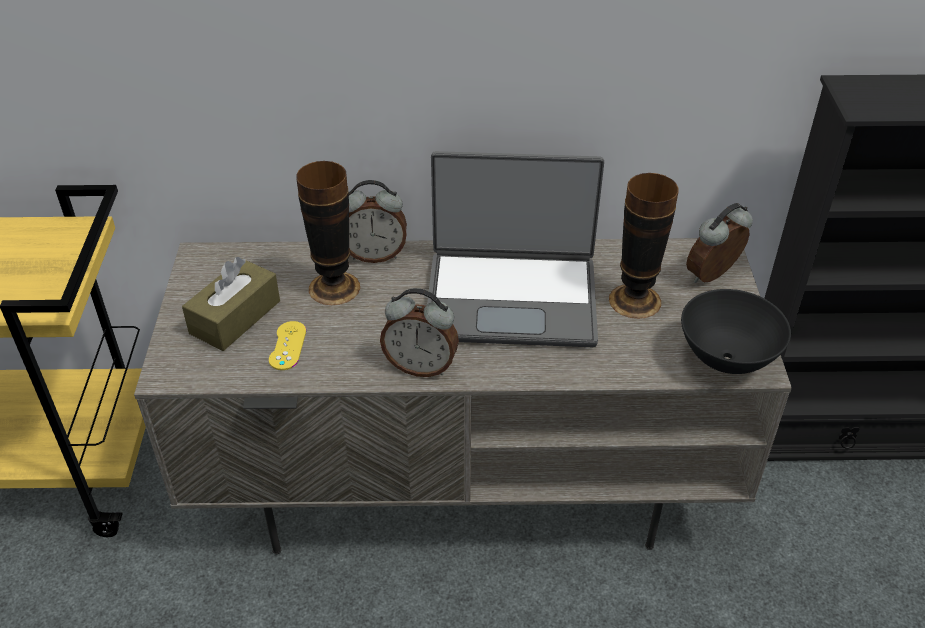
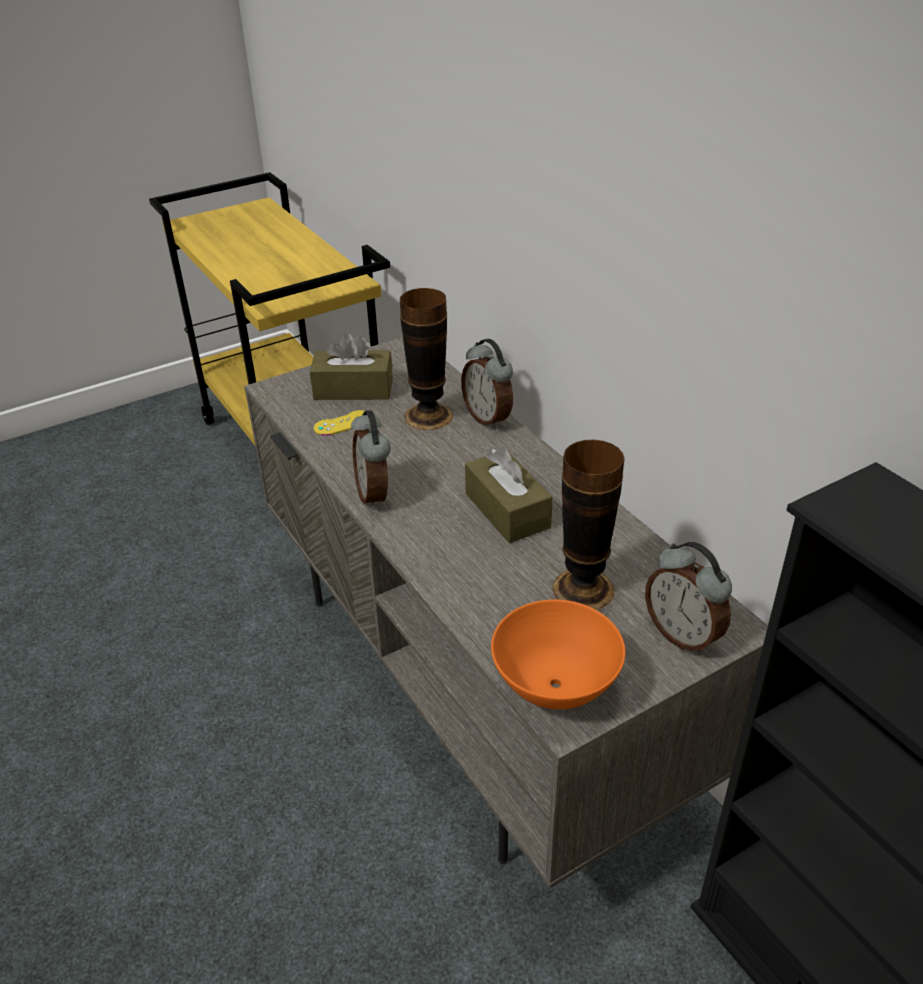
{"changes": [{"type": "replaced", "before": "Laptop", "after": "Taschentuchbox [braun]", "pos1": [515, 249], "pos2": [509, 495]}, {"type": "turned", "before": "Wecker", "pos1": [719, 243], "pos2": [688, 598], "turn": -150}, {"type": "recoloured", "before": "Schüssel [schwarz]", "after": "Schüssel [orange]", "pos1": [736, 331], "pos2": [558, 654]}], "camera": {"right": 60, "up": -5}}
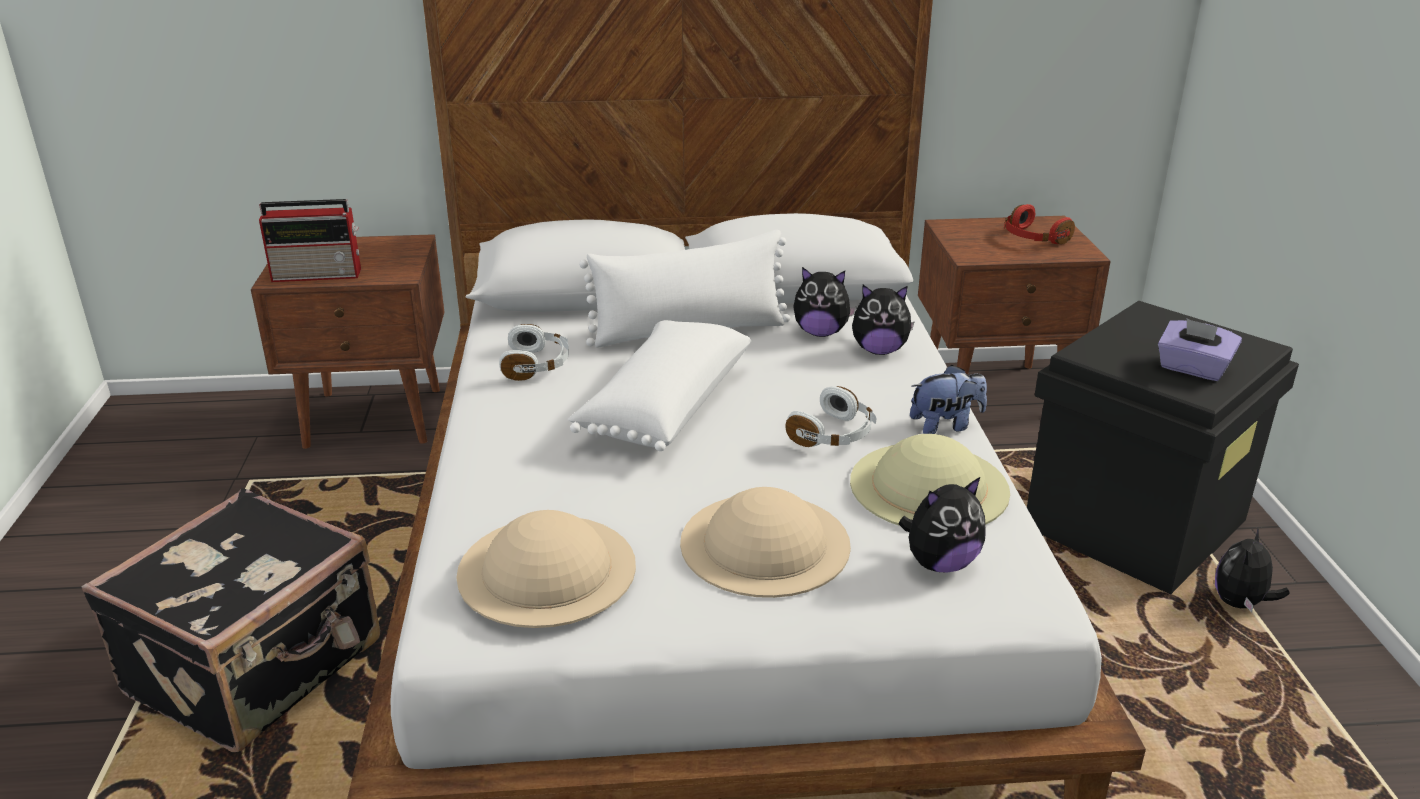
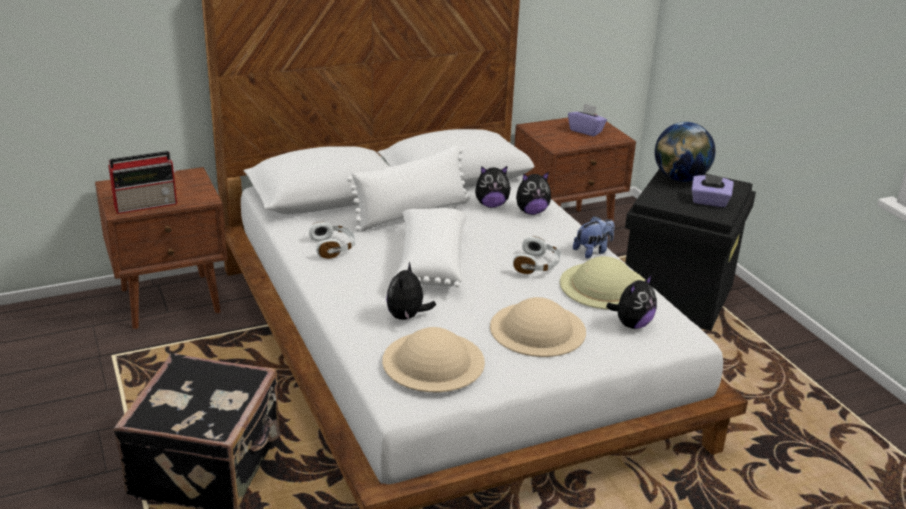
{"changes": [{"type": "replaced", "before": "Kopfhörer [rot]", "after": "Taschentuchbox [lila]", "pos1": [1039, 224], "pos2": [587, 120]}, {"type": "moved", "before": "Plüschtier", "pos1": [1252, 570], "pos2": [411, 291]}, {"type": "added", "after": "Globus", "pos2": [685, 152]}], "camera": {"right": -20, "up": 0}}
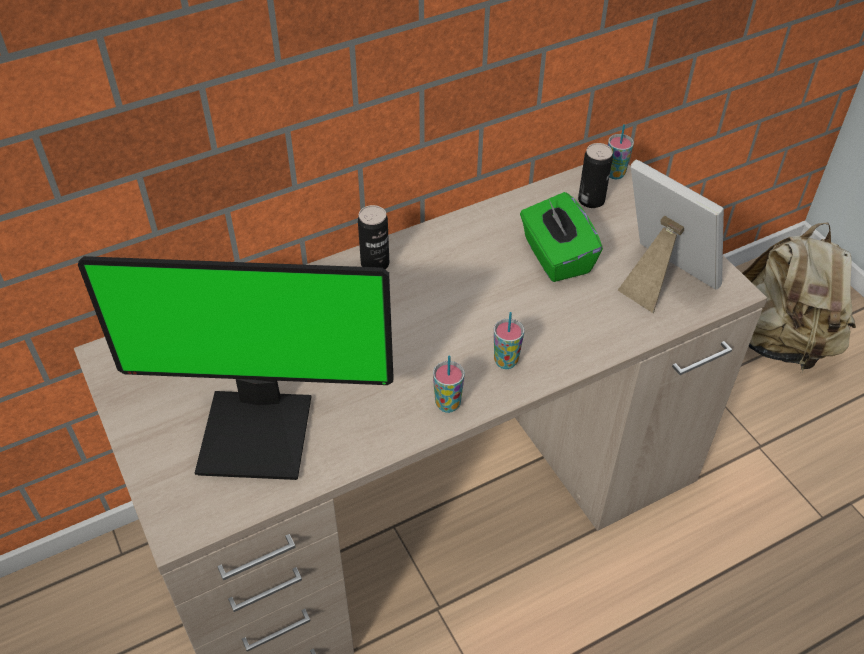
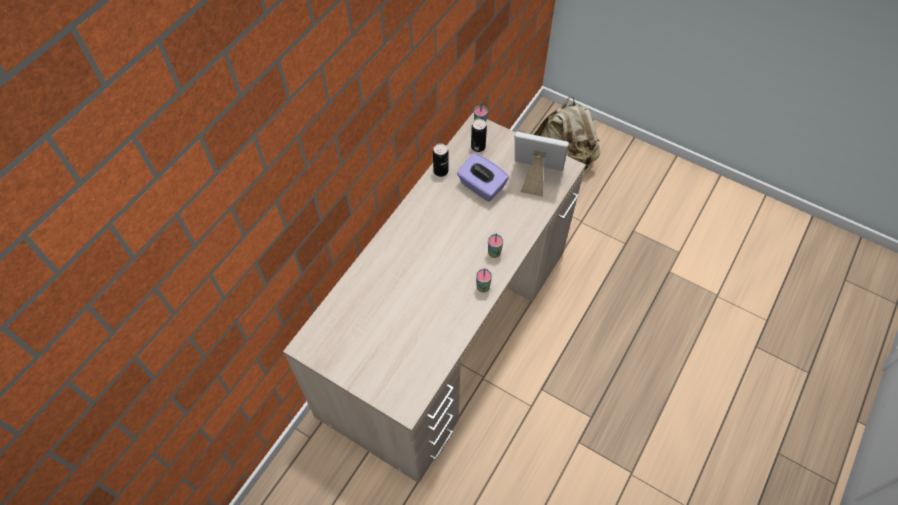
{"changes": [{"type": "recoloured", "before": "Taschentuchbox [grün]", "after": "Taschentuchbox [lila]", "pos1": [561, 237], "pos2": [483, 177]}, {"type": "moved", "before": "Dose", "pos1": [373, 237], "pos2": [440, 160]}, {"type": "removed", "before": "Monitor", "pos1": [236, 368]}], "camera": {"right": -30, "up": 10}}
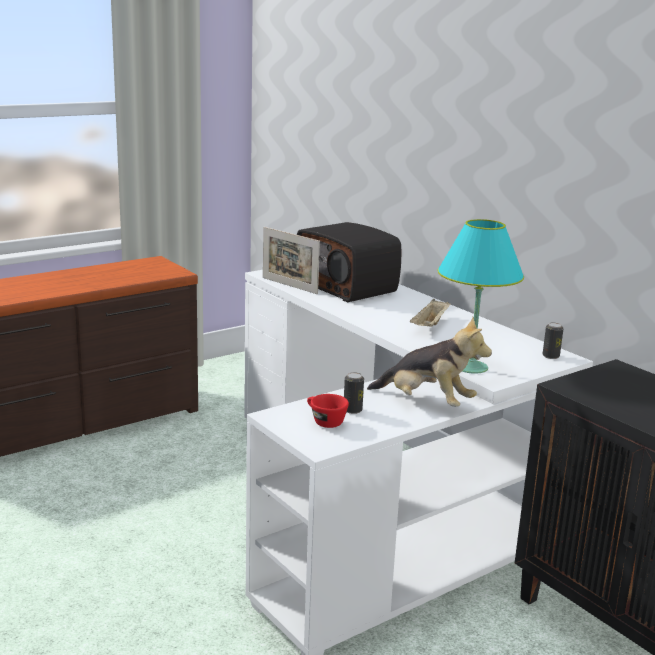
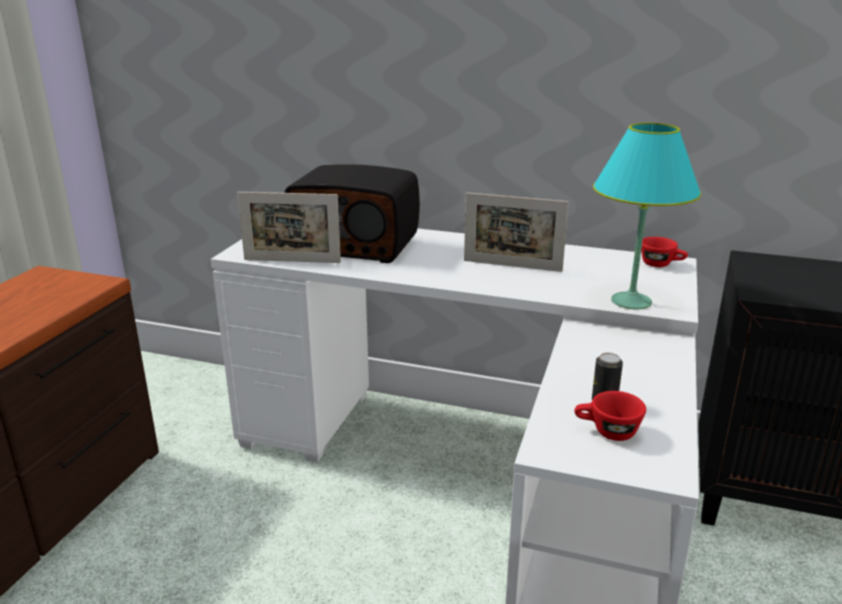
{"changes": [{"type": "replaced", "before": "Tablett [beige]", "after": "Bilderrahmen", "pos1": [430, 312], "pos2": [516, 232]}, {"type": "removed", "before": "Plüschtier", "pos1": [429, 362]}, {"type": "replaced", "before": "Dose", "after": "Tasse [rot]", "pos1": [553, 340], "pos2": [664, 252]}], "camera": {"right": -35, "up": 5}}
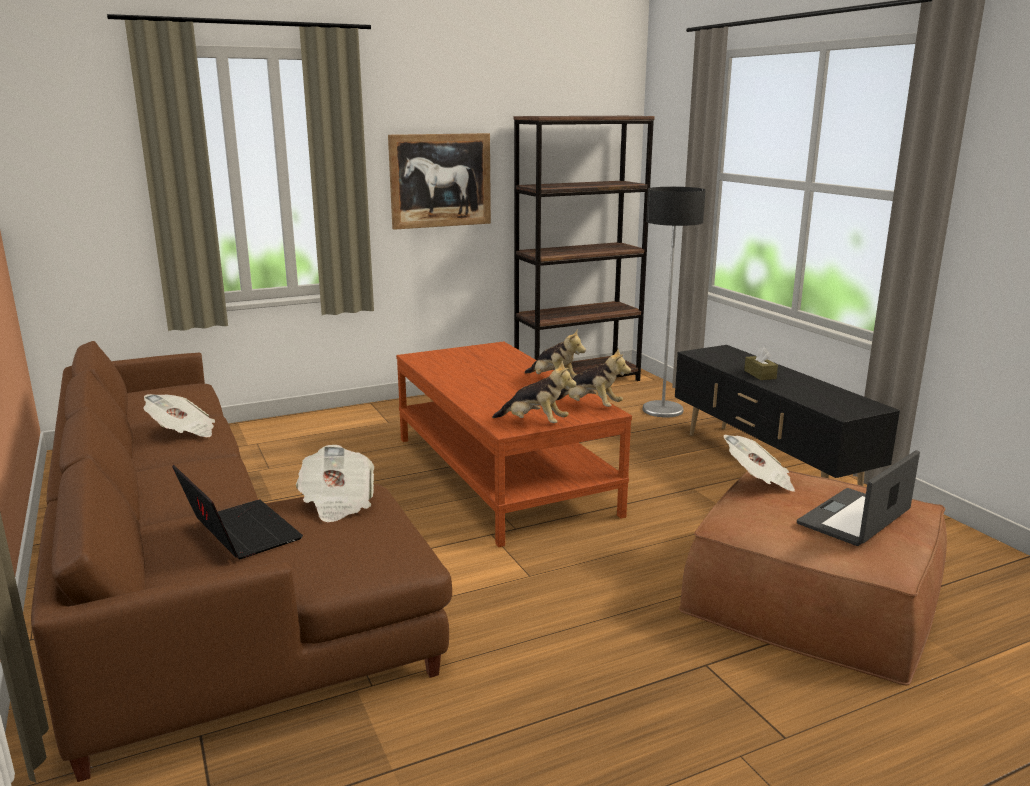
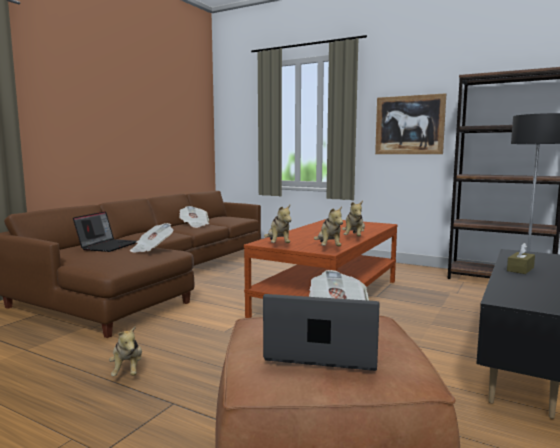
{"changes": [{"type": "added", "after": "Plüschtier", "pos2": [125, 350]}], "camera": {"right": 55, "up": -10}}
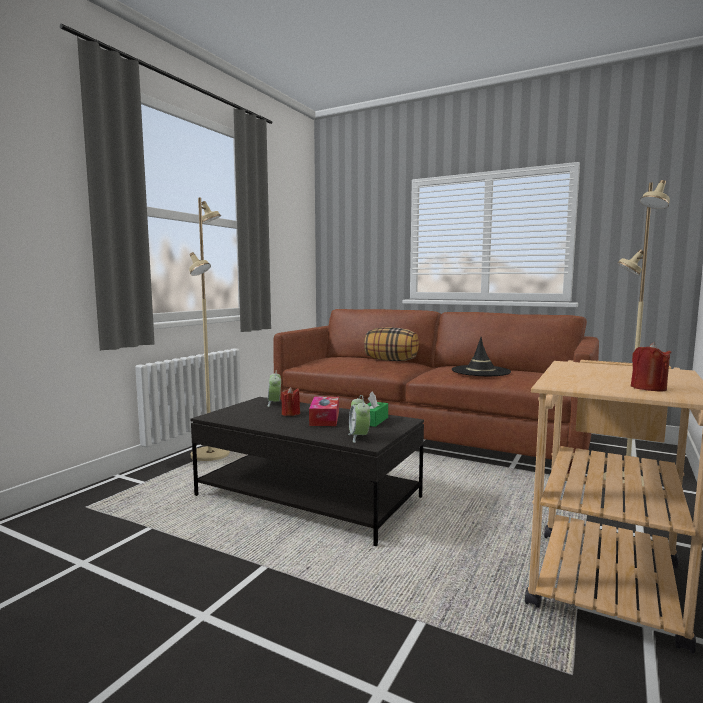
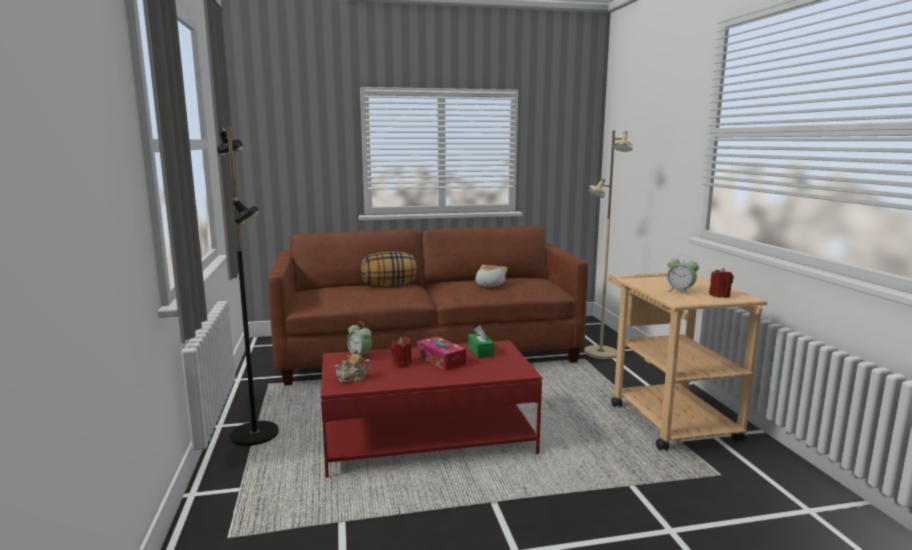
{"changes": [{"type": "recoloured", "before": "Stehlampe [beige]", "after": "Stehlampe [schwarz]", "pos1": [209, 329], "pos2": [248, 286]}, {"type": "replaced", "before": "Hut [schwarz]", "after": "Plüschtier", "pos1": [481, 356], "pos2": [491, 276]}, {"type": "moved", "before": "Wecker", "pos1": [359, 419], "pos2": [683, 275]}, {"type": "recoloured", "before": "Couchtisch [schwarz]", "after": "Couchtisch [rot]", "pos1": [307, 471], "pos2": [431, 409]}, {"type": "added", "after": "Teekanne", "pos2": [352, 366]}], "camera": {"right": -40, "up": 5}}
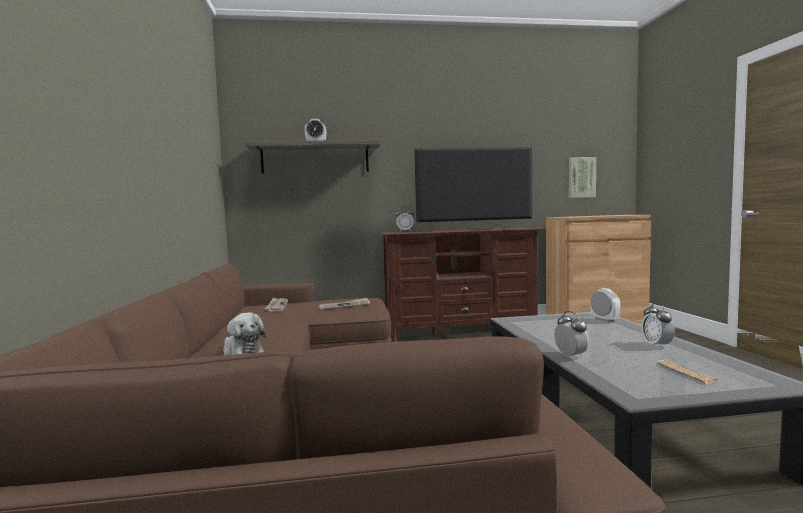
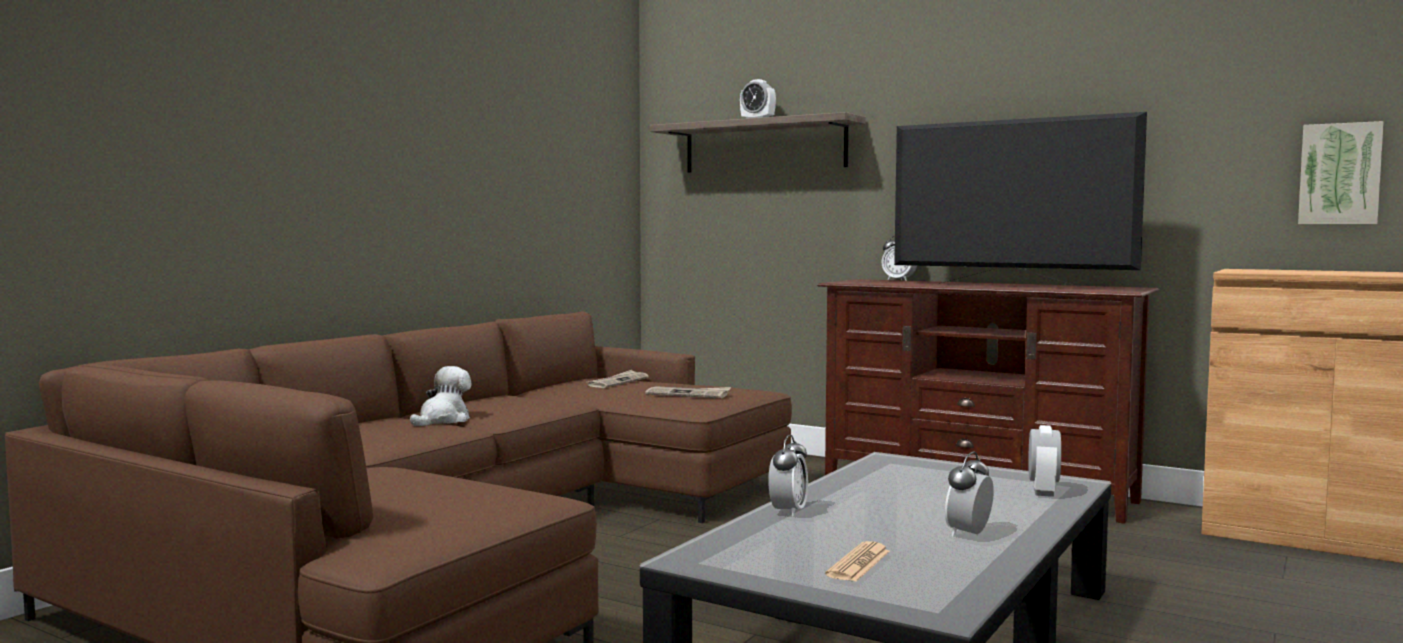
{"changes": [{"type": "turned", "before": "Plüschtier", "pos1": [244, 334], "pos2": [441, 396], "turn": -150}], "camera": {"right": 40, "up": 0}}
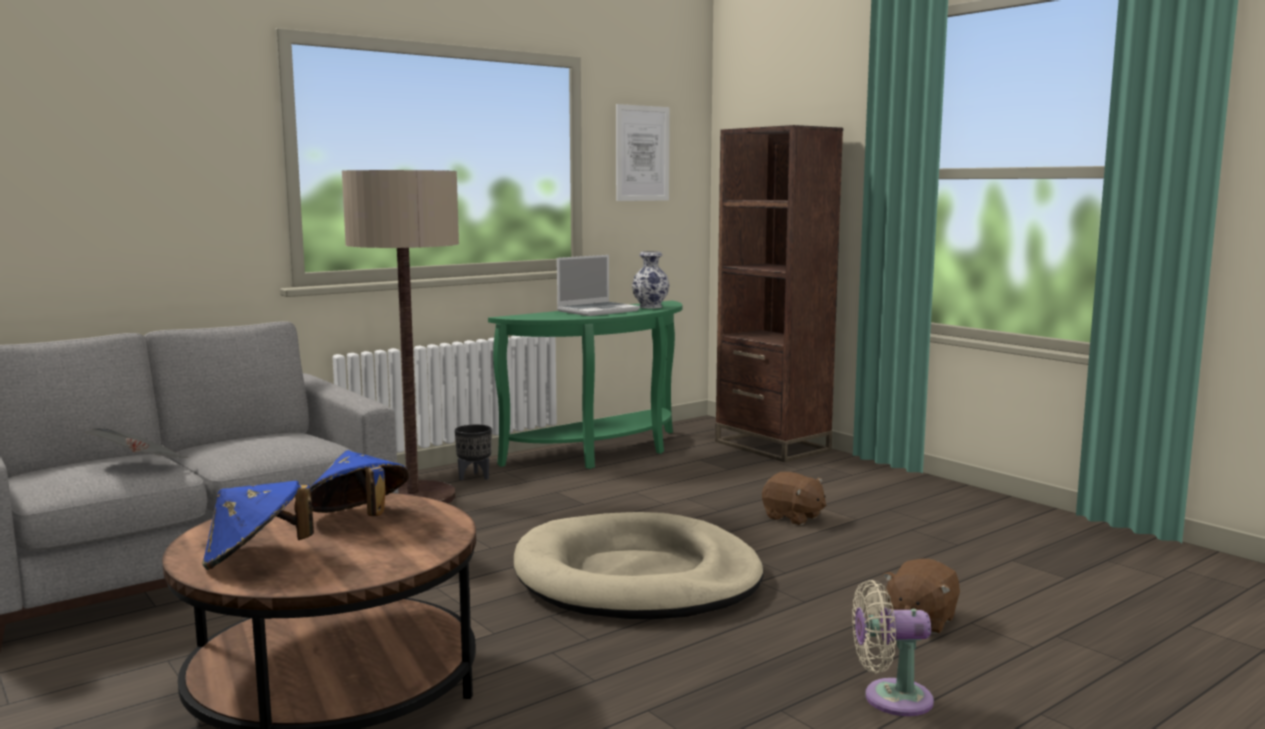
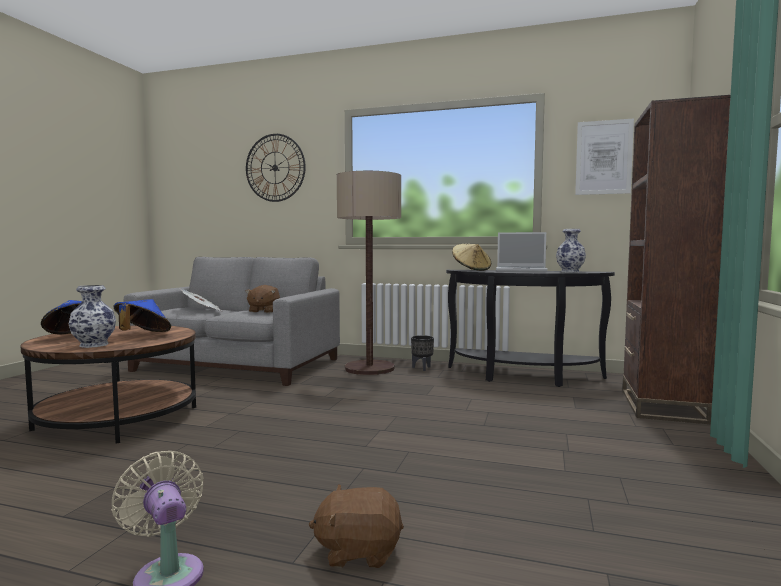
{"changes": [{"type": "recoloured", "before": "Konsolentisch [grün]", "after": "Konsolentisch [schwarz]", "pos1": [585, 385], "pos2": [530, 328]}, {"type": "moved", "before": "Plüschtier [braun]", "pos1": [794, 498], "pos2": [262, 299]}, {"type": "removed", "before": "Hundebett [beige]", "pos1": [639, 565]}, {"type": "added", "after": "Wanduhr", "pos2": [276, 168]}, {"type": "added", "after": "Hut [beige]", "pos2": [471, 257]}, {"type": "added", "after": "Vase", "pos2": [92, 316]}], "camera": {"right": 55, "up": -5}}
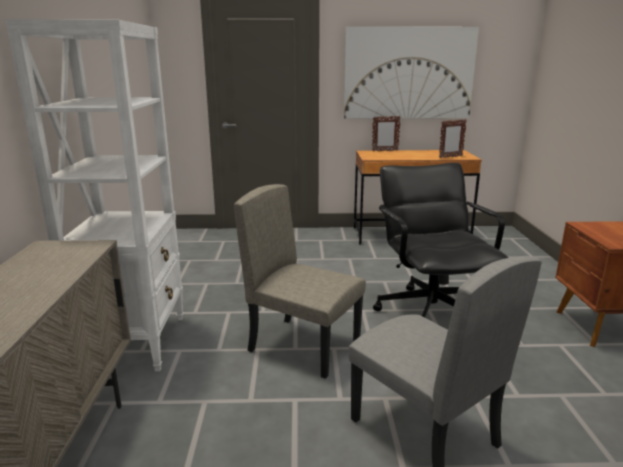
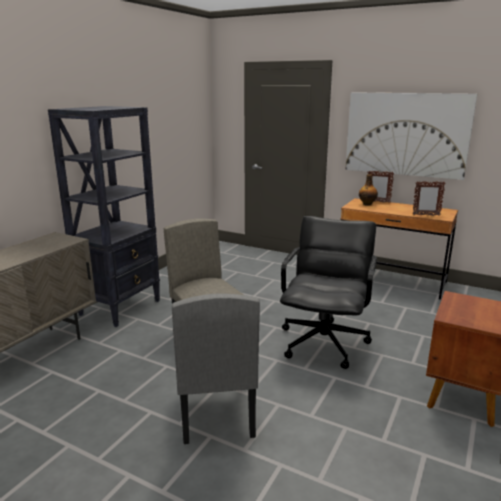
{"changes": [{"type": "recoloured", "before": "Bücherregal [weiß]", "after": "Bücherregal [schwarz]", "pos1": [95, 195], "pos2": [104, 216]}, {"type": "added", "after": "Flasche", "pos2": [368, 190]}], "camera": {"right": 30, "up": 0}}
